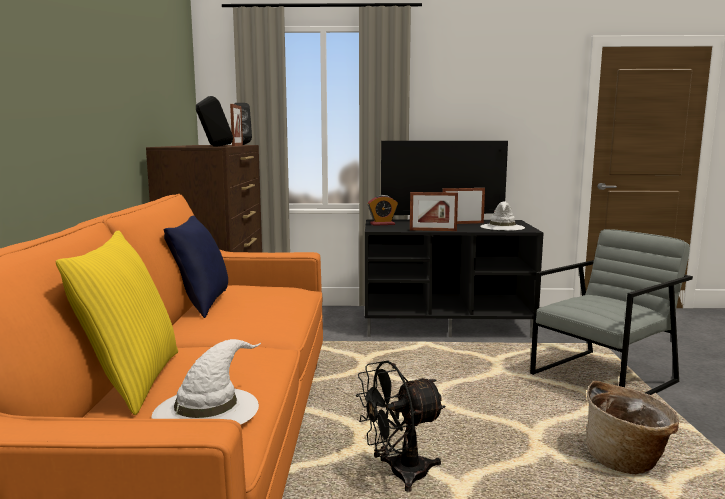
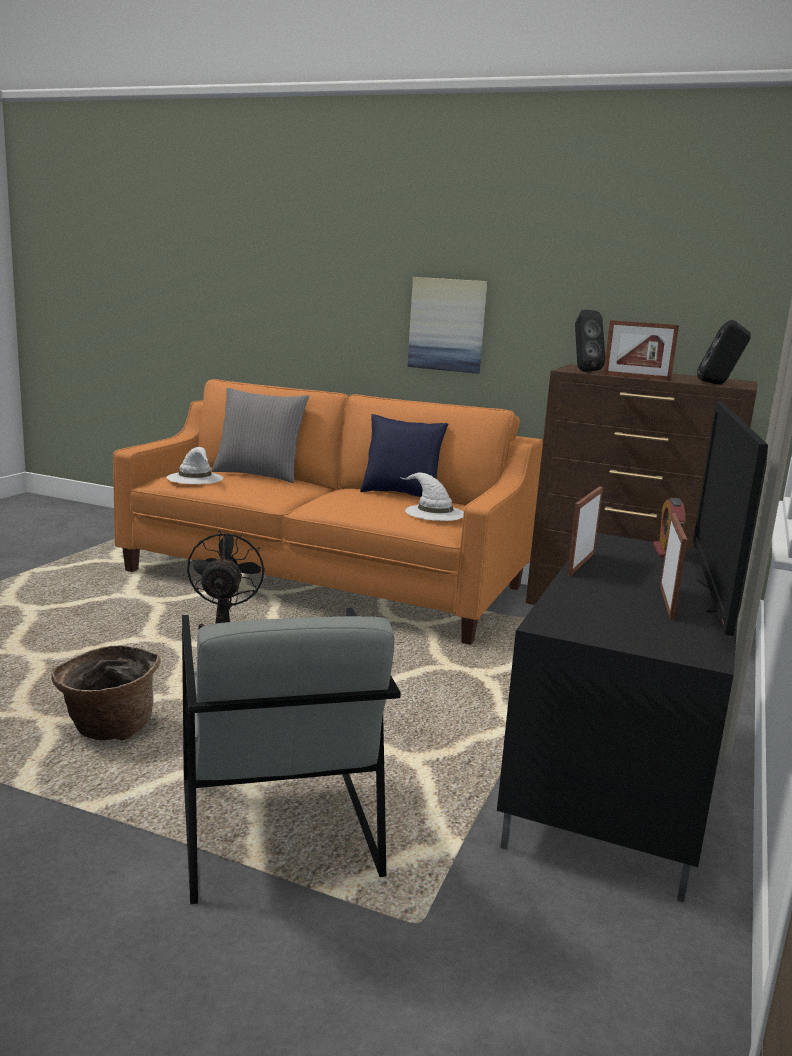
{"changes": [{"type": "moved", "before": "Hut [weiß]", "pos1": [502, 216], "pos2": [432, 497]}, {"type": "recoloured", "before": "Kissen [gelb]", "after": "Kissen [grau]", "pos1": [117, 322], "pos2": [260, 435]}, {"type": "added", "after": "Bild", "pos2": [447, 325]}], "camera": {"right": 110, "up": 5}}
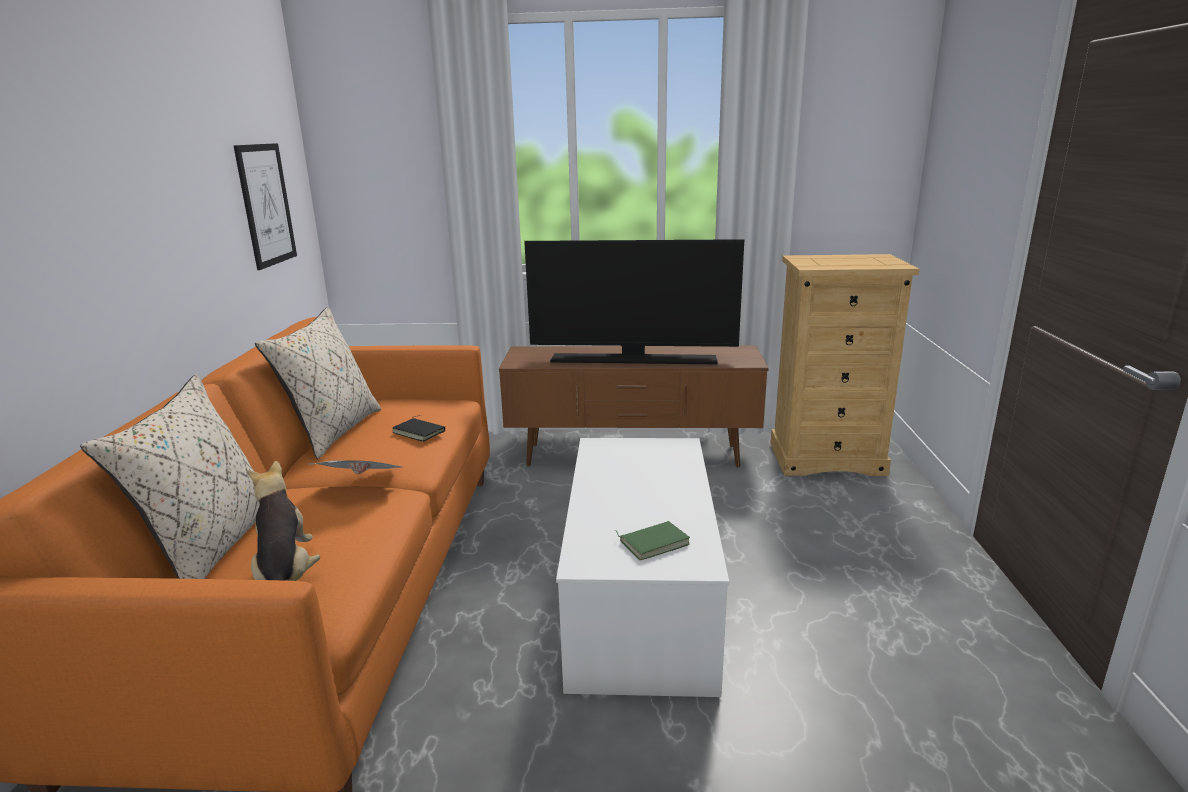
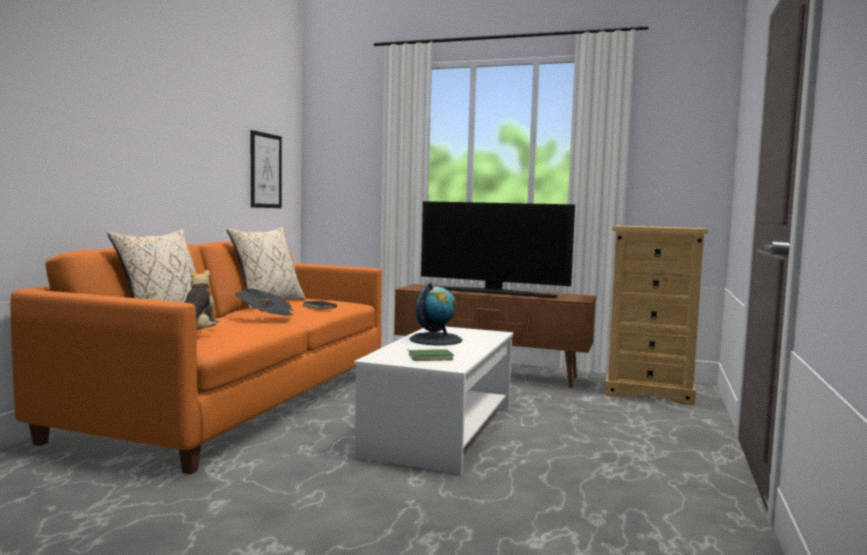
{"changes": [{"type": "added", "after": "Globus", "pos2": [436, 313]}], "camera": {"right": 15, "up": -15}}
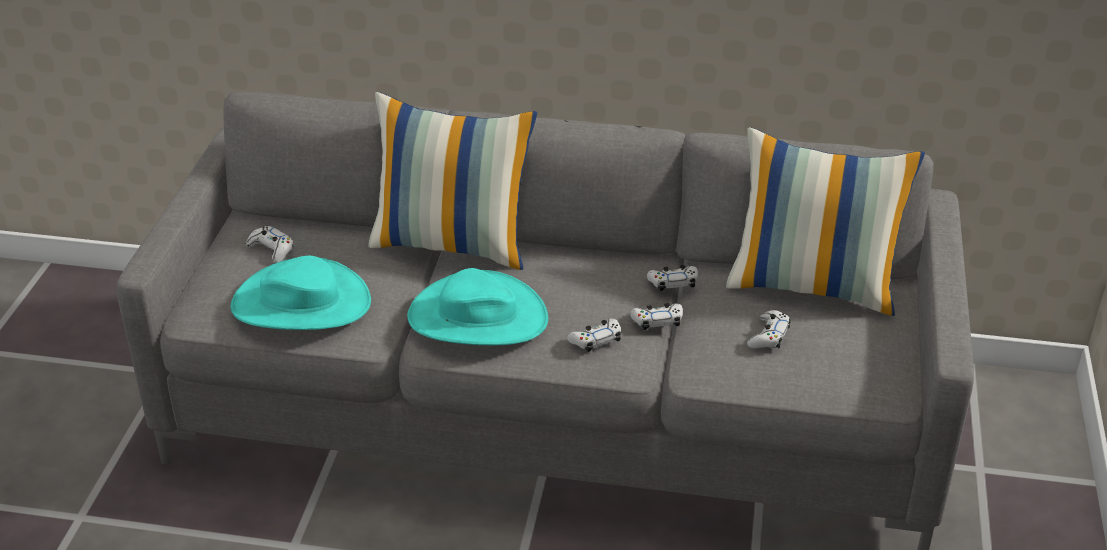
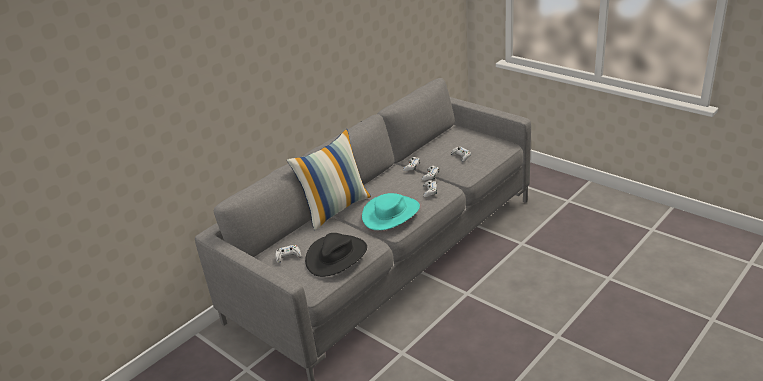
{"changes": [{"type": "removed", "before": "Kissen", "pos1": [825, 221]}, {"type": "recoloured", "before": "Hut [türkis]", "after": "Hut [schwarz]", "pos1": [300, 293], "pos2": [336, 255]}], "camera": {"right": -55, "up": -5}}
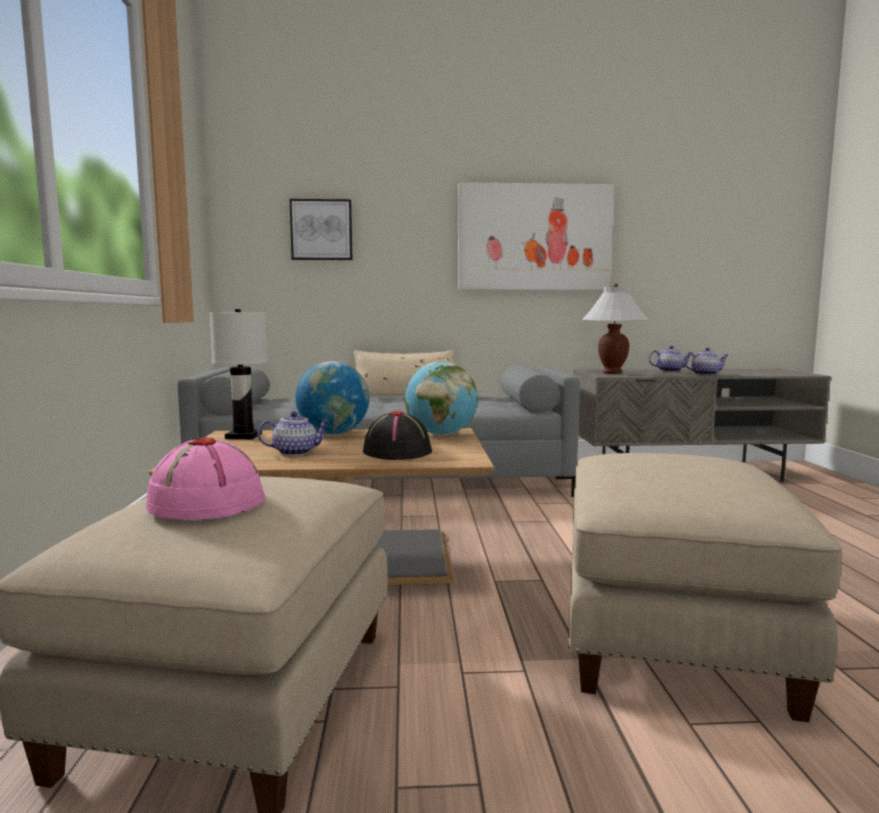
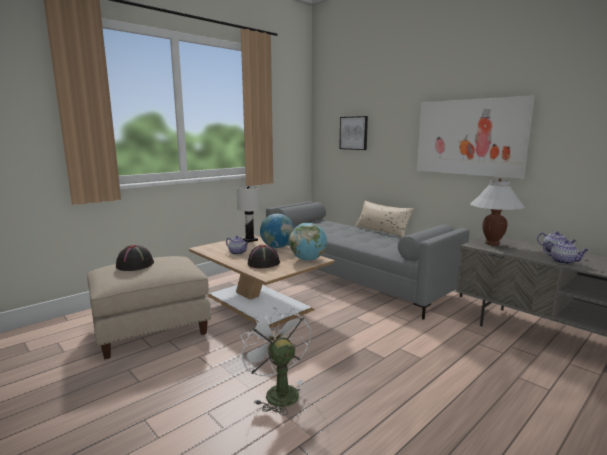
{"changes": [{"type": "recoloured", "before": "Hut [rosa]", "after": "Hut [schwarz]", "pos1": [206, 478], "pos2": [135, 258]}, {"type": "replaced", "before": "Polsterhocker [beige]", "after": "Ventilator [weiß]", "pos1": [705, 587], "pos2": [275, 361]}], "camera": {"right": 50, "up": 5}}
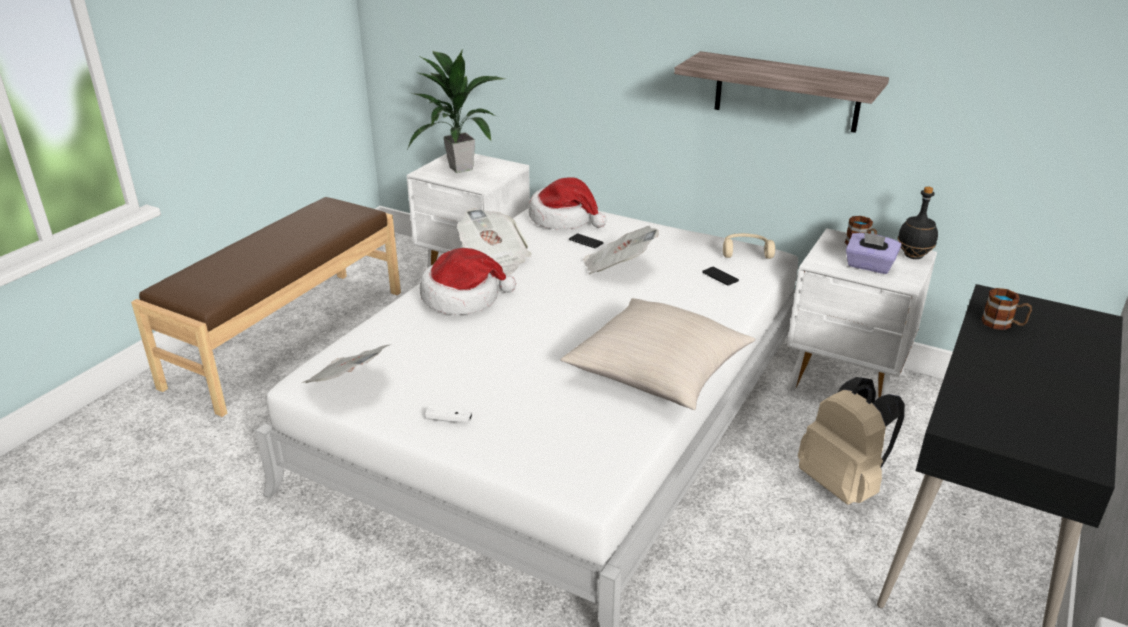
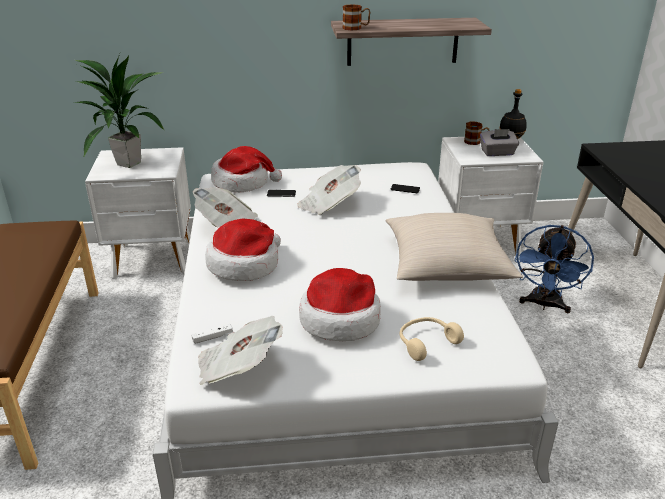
{"changes": [{"type": "recoloured", "before": "Taschentuchbox [lila]", "after": "Taschentuchbox [grau]", "pos1": [873, 253], "pos2": [499, 142]}, {"type": "moved", "before": "Kopfhörer [beige]", "pos1": [749, 246], "pos2": [432, 339]}, {"type": "moved", "before": "Henkelbecher", "pos1": [1007, 309], "pos2": [356, 17]}, {"type": "replaced", "before": "Rucksack [beige]", "after": "Ventilator [blau]", "pos1": [851, 441], "pos2": [554, 269]}, {"type": "moved", "before": "Gamepad [weiß]", "pos1": [448, 414], "pos2": [212, 333]}, {"type": "added", "after": "Hut", "pos2": [340, 304]}], "camera": {"right": -35, "up": 0}}
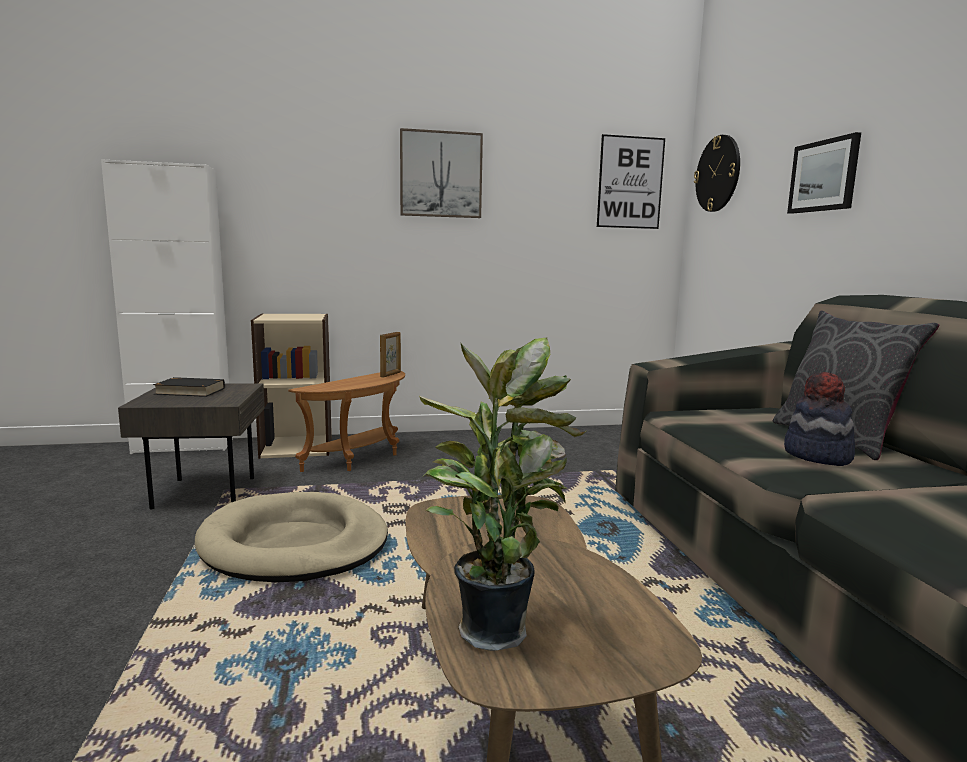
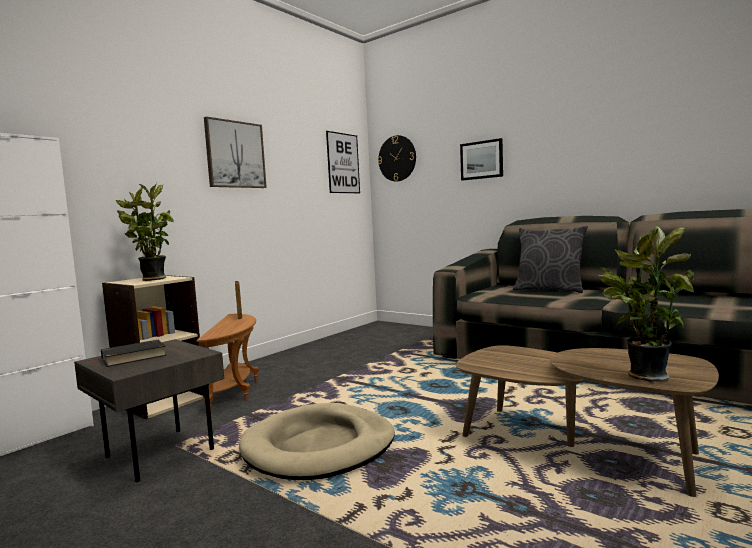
{"changes": [{"type": "removed", "before": "Hut", "pos1": [819, 419]}, {"type": "added", "after": "Topfpflanze", "pos2": [145, 232]}], "camera": {"right": -40, "up": -5}}
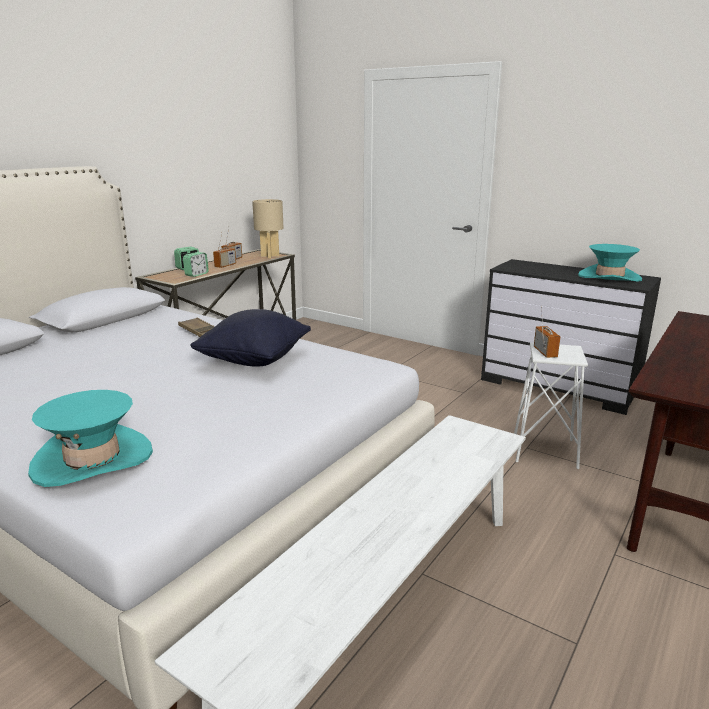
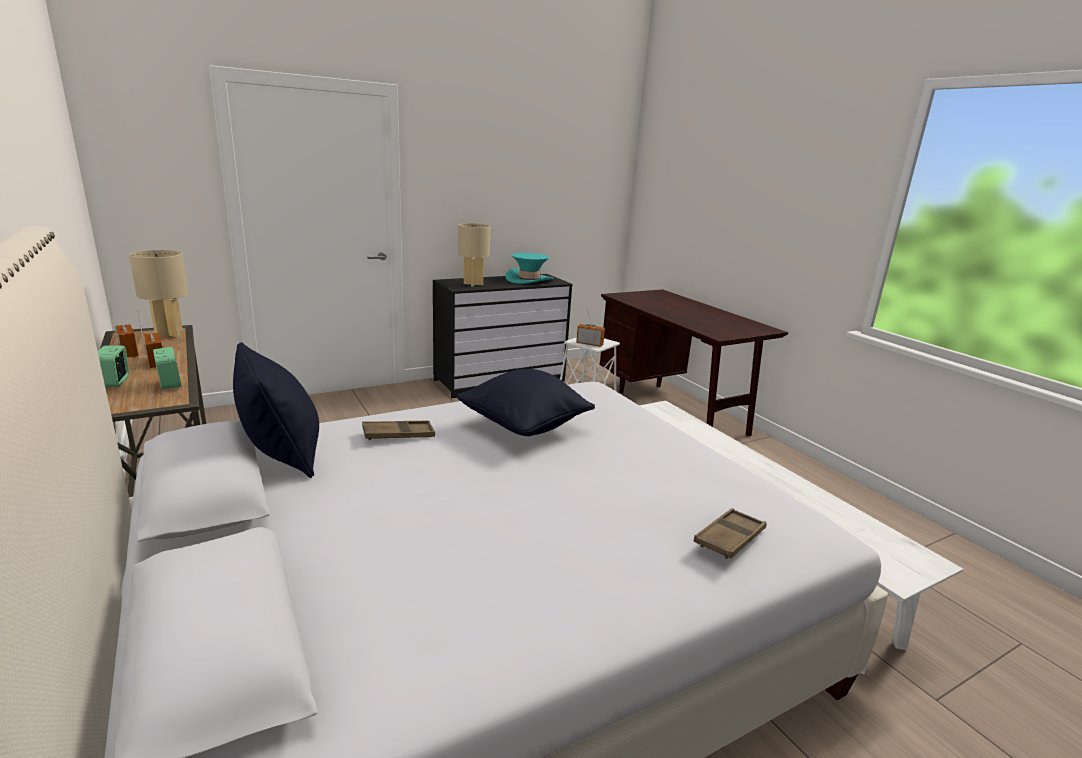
{"changes": [{"type": "replaced", "before": "Hut [türkis]", "after": "Tablett [braun]", "pos1": [90, 438], "pos2": [730, 533]}, {"type": "added", "after": "Tischlampe [beige]", "pos2": [474, 255]}, {"type": "added", "after": "Kissen [schwarz]", "pos2": [276, 410]}], "camera": {"right": -65, "up": 0}}
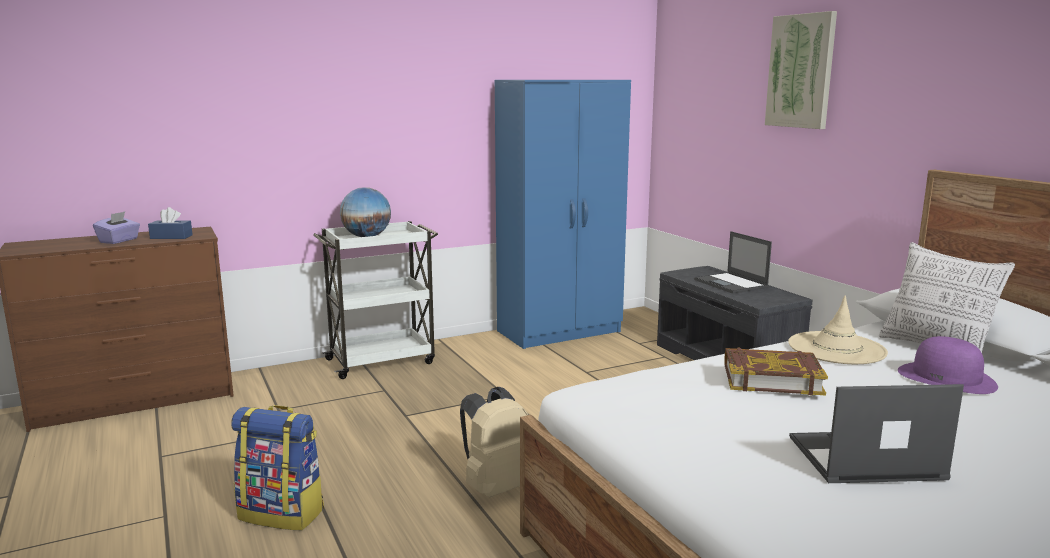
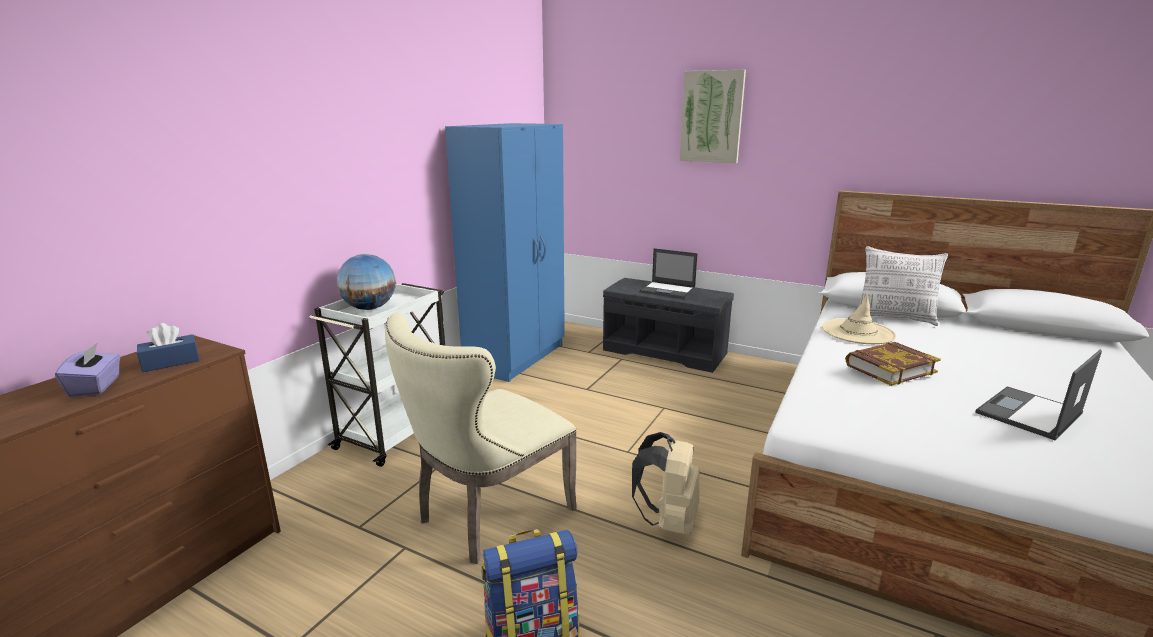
{"changes": [{"type": "removed", "before": "Hut [lila]", "pos1": [948, 365]}, {"type": "added", "after": "Stuhl [beige]", "pos2": [481, 438]}], "camera": {"right": -35, "up": 5}}
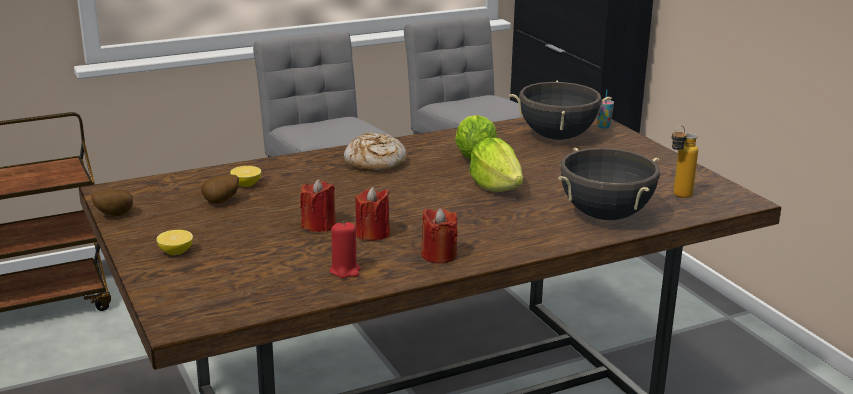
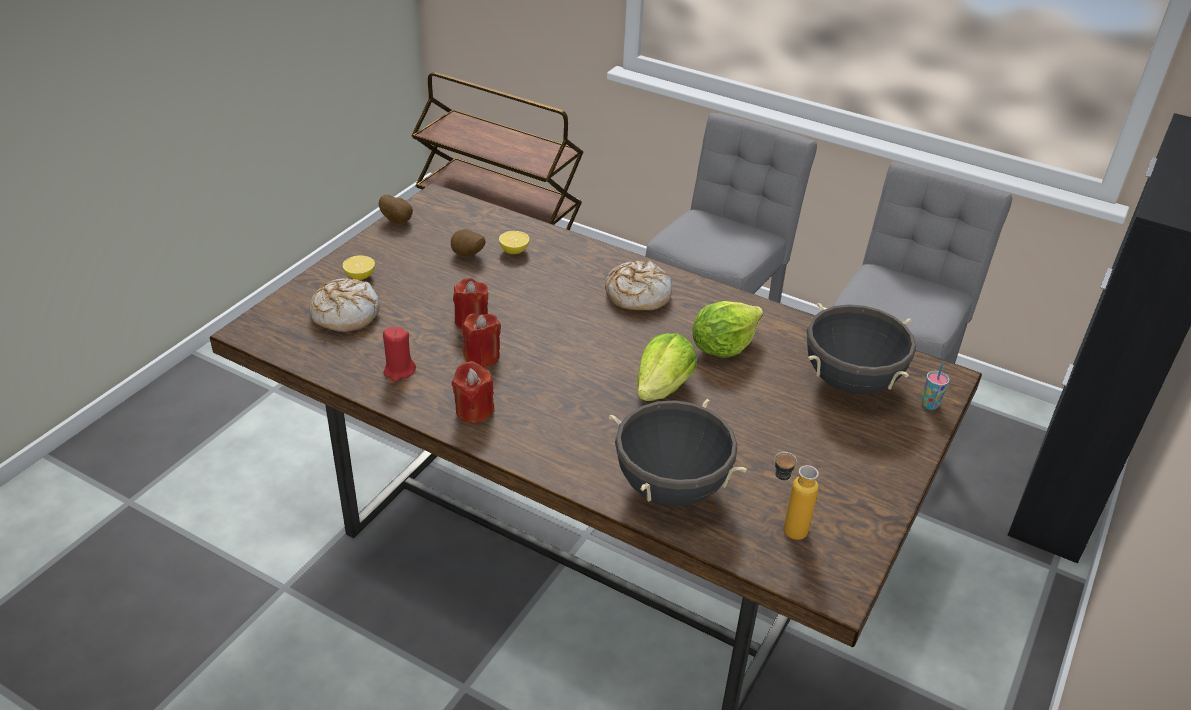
{"changes": [{"type": "added", "after": "Brot", "pos2": [344, 305]}], "camera": {"right": 55, "up": 15}}
